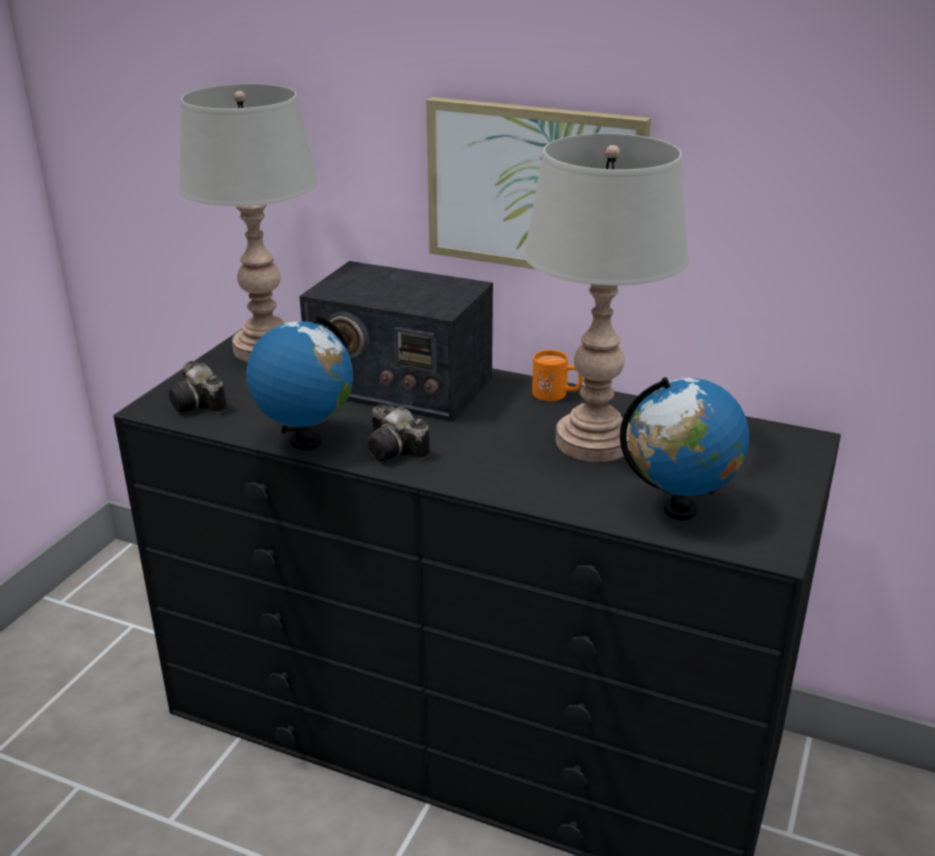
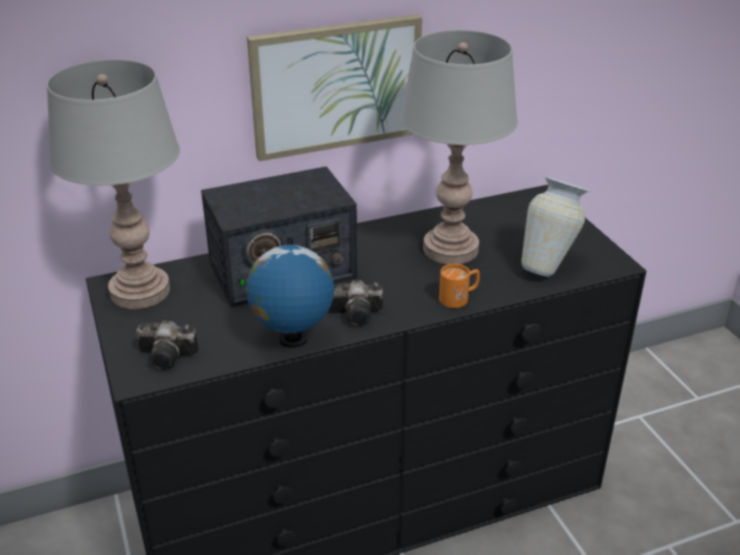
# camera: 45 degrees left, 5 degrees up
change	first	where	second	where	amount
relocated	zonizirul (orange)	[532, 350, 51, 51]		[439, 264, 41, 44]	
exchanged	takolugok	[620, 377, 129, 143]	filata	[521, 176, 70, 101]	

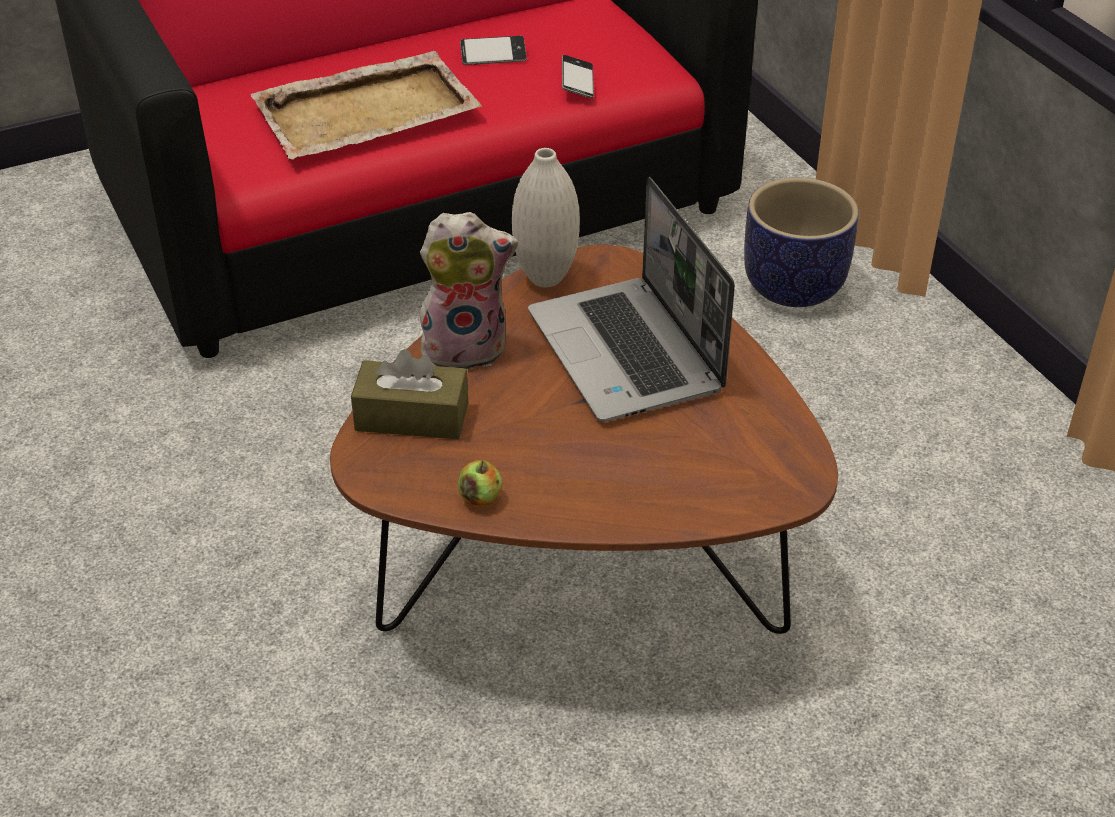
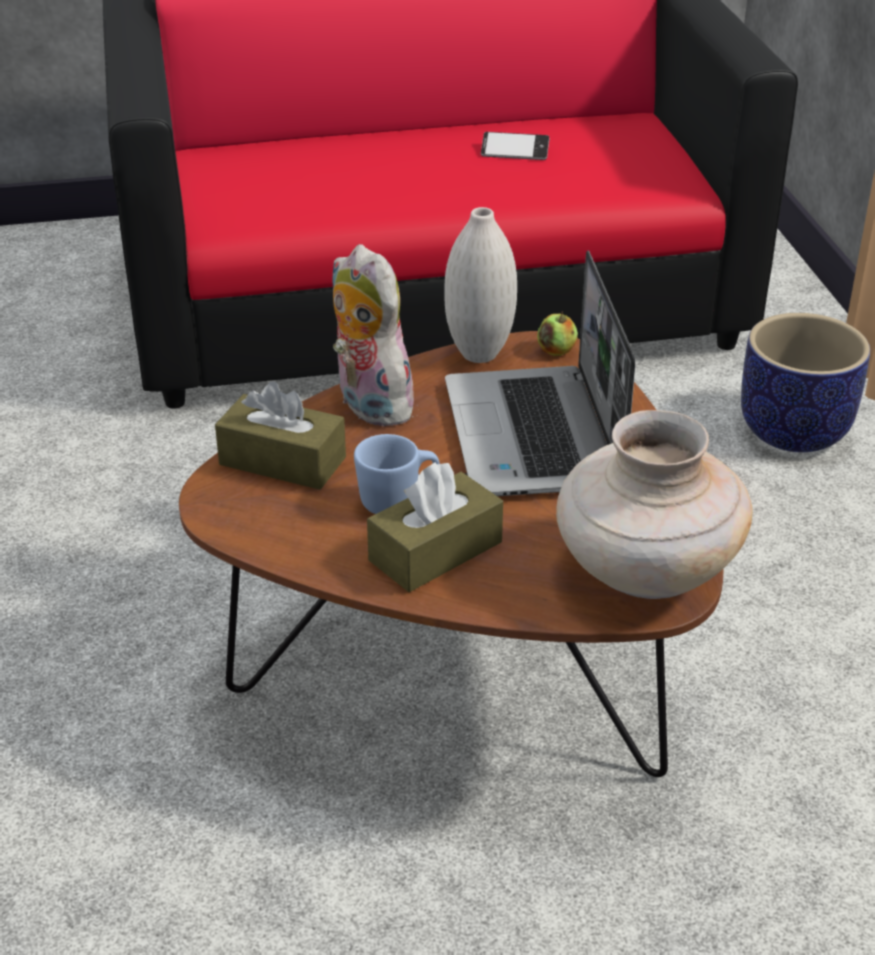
# camera: 15 degrees right, 5 degrees down
change	first	where	second	where	amount
missing	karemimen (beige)	[251, 51, 231, 108]			
missing	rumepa	[562, 55, 32, 43]			
spun	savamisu	[420, 212, 98, 158]		[333, 244, 88, 183]	135 degrees counterclockwise
relocated	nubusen	[458, 460, 44, 47]		[537, 312, 41, 44]	
appeared			filata (beige)	[556, 410, 197, 189]	
appeared			zonizirul (blue)	[354, 434, 86, 80]	
appeared			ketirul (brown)	[367, 462, 136, 130]	

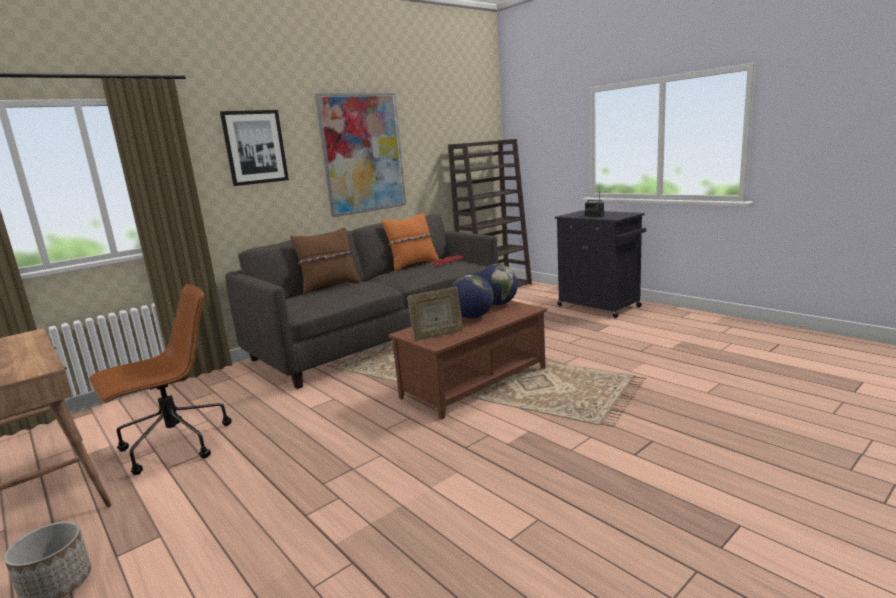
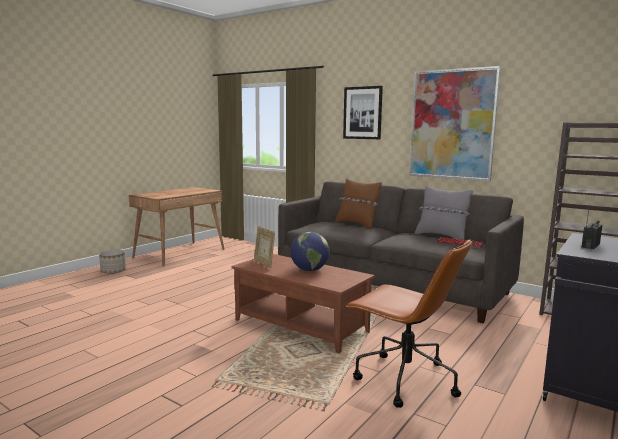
# camera: 75 degrees right, 5 degrees down
change	first	where	second	where	amount
colour	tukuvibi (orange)	[381, 213, 58, 58]	tukuvibi (grey)	[415, 185, 58, 55]	
missing	takolugok	[479, 264, 39, 41]			
relocated	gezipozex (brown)	[89, 284, 143, 191]		[346, 239, 126, 169]	

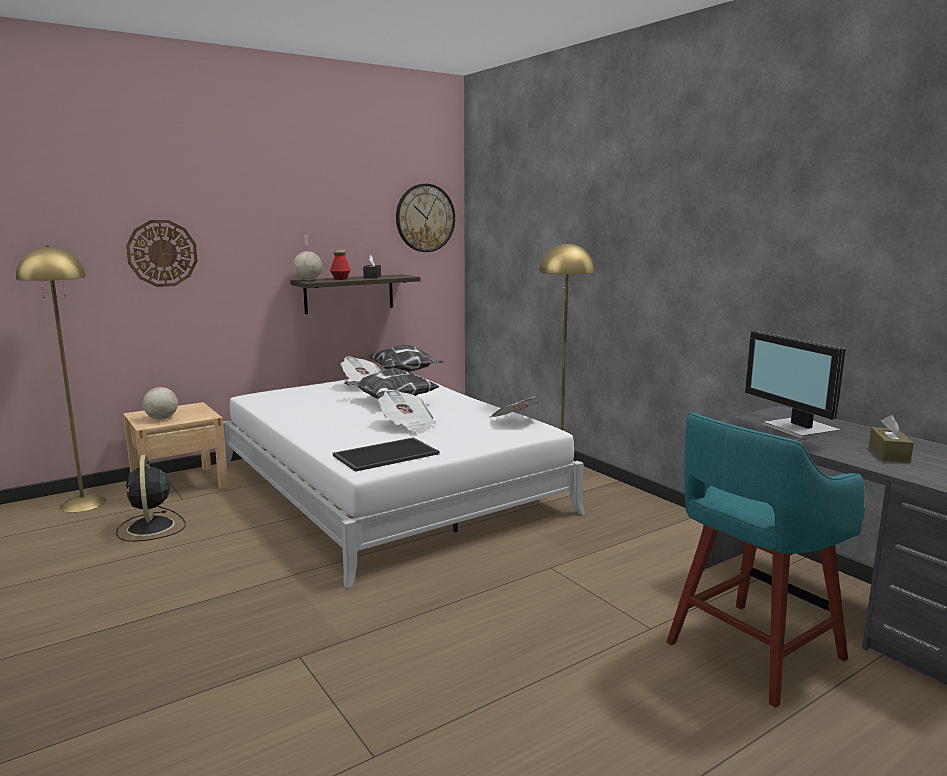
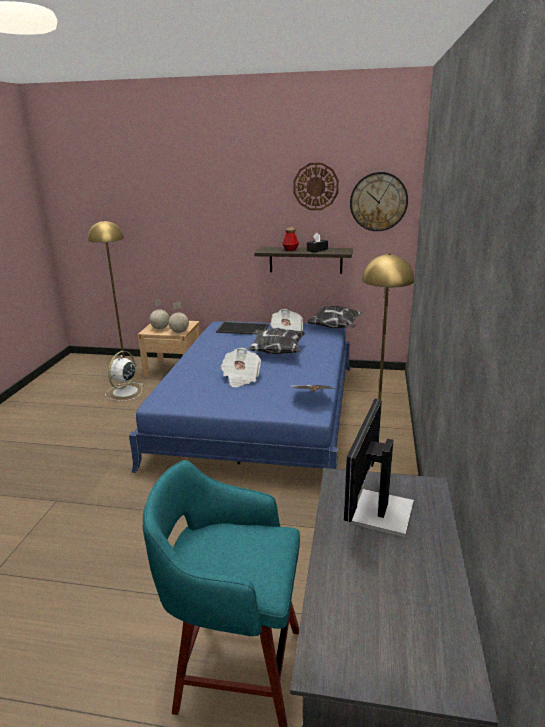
# camera: 45 degrees right, 10 degrees up
change	first	where	second	where	amount
relocated	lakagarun	[126, 220, 72, 67]		[293, 163, 46, 47]	
relocated	takolugok	[293, 235, 29, 45]		[168, 301, 21, 32]	
colour	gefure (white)	[223, 375, 363, 214]	gefure (blue)	[129, 321, 221, 152]	
missing	ketirul (brown)	[869, 415, 45, 48]			
relocated	karemimen	[333, 437, 106, 35]		[216, 322, 53, 13]	
colour	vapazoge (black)	[116, 455, 70, 87]	vapazoge (white)	[106, 351, 37, 50]	

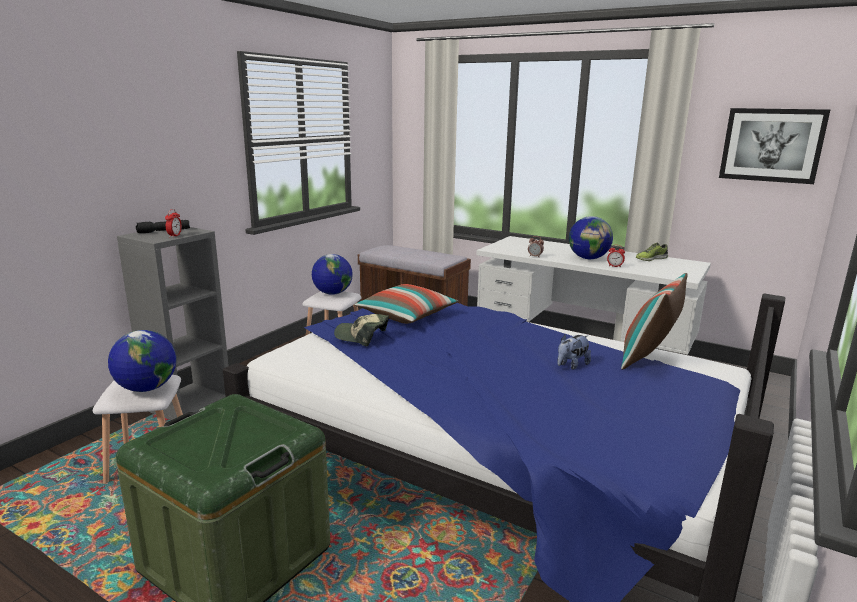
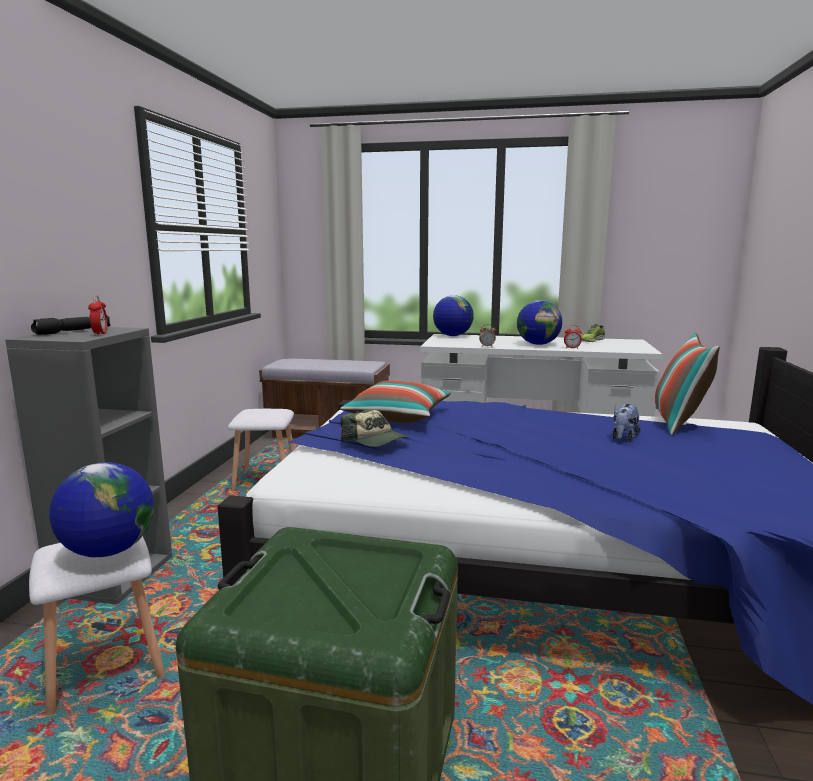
# camera: 20 degrees left, 5 degrees down
change	first	where	second	where	amount
missing	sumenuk	[719, 108, 111, 76]			
relocated	takolugok	[312, 254, 41, 41]		[433, 295, 41, 41]	
spun	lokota	[334, 314, 55, 32]		[340, 409, 70, 38]	135 degrees counterclockwise

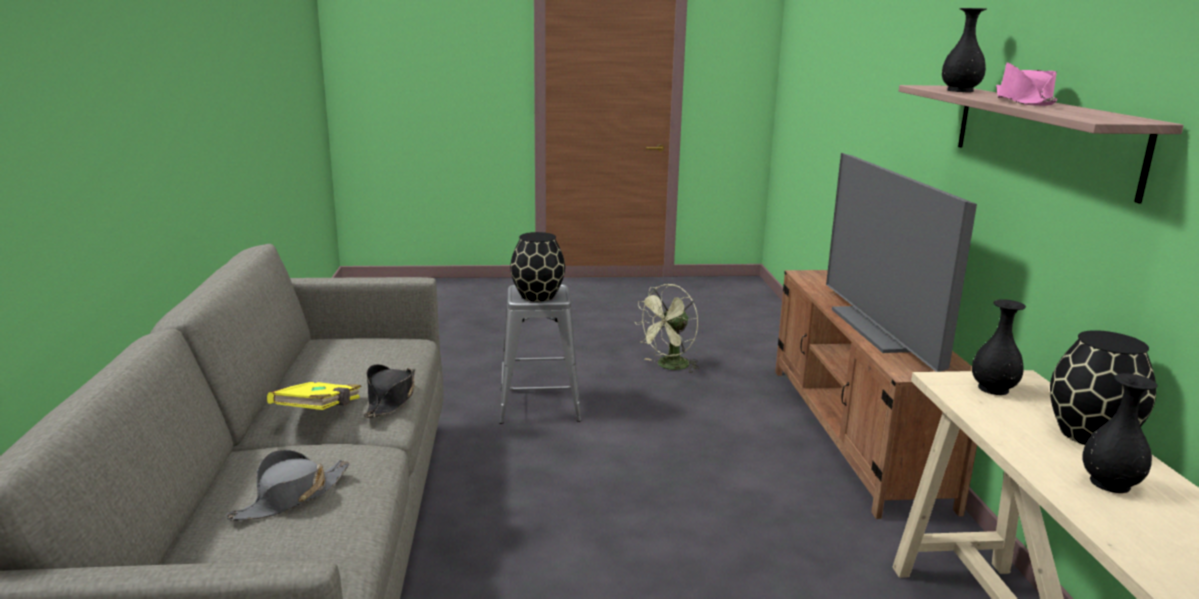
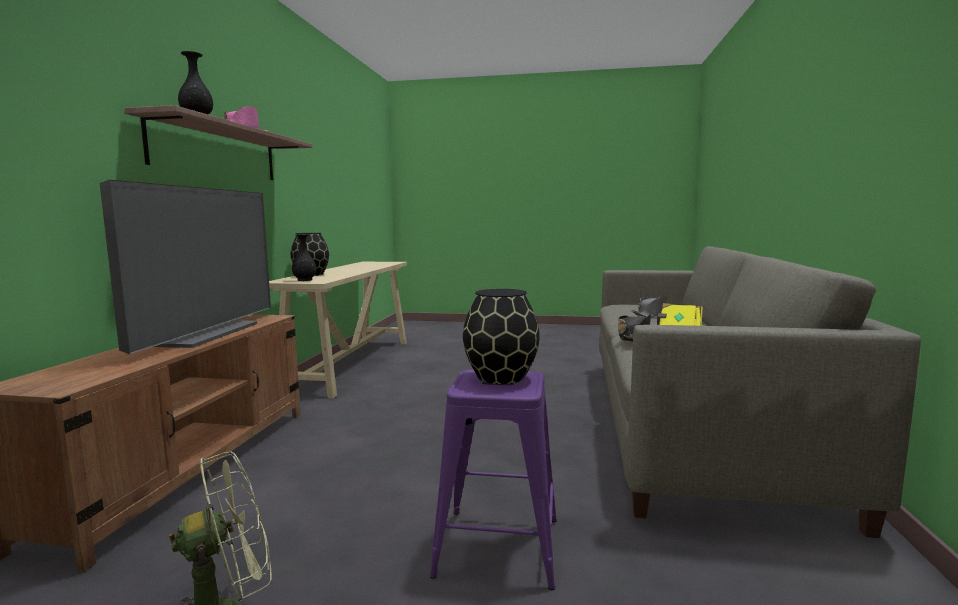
# camera: 165 degrees left, 10 degrees down
change	first	where	second	where	amount
colour	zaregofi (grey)	[499, 284, 82, 140]	zaregofi (purple)	[430, 369, 127, 221]	
missing	filata (black)	[1082, 373, 76, 120]			

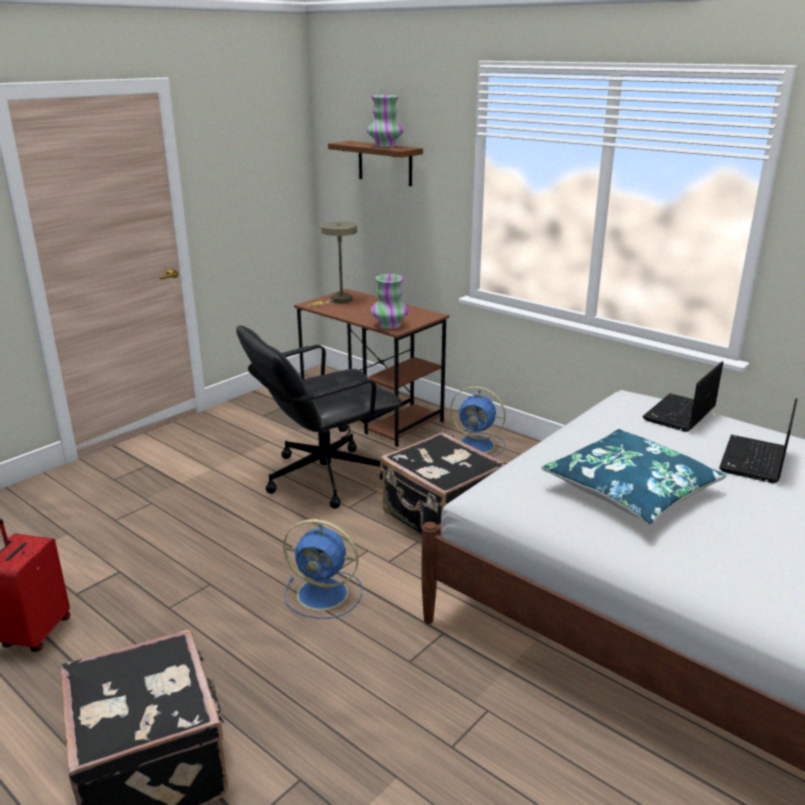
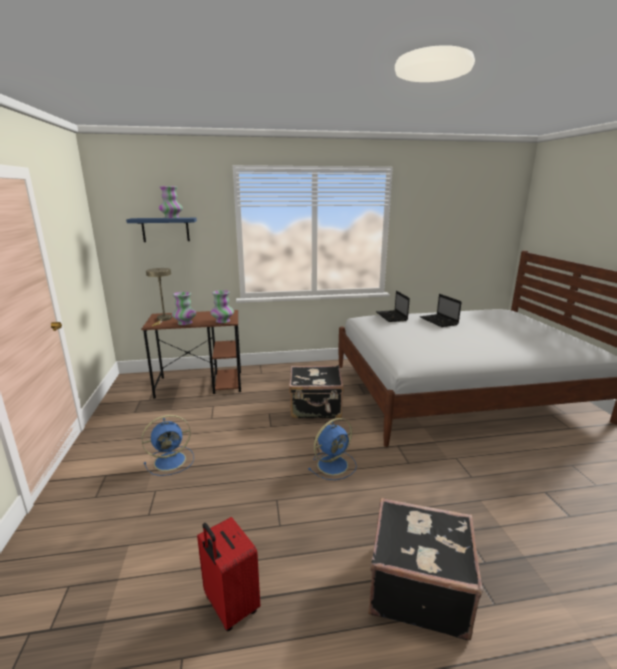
# camera: 50 degrees left, 5 degrees down
change	first	where	second	where	amount
colour	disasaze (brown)	[328, 141, 95, 45]	disasaze (blue)	[126, 218, 71, 24]	
missing	gezipozex (black)	[236, 325, 166, 184]			
relocated	vapazoge (blue)	[450, 386, 56, 71]		[142, 415, 52, 61]	
missing	tukuvibi (blue)	[541, 429, 185, 96]			
appeared			filata	[172, 292, 24, 33]	

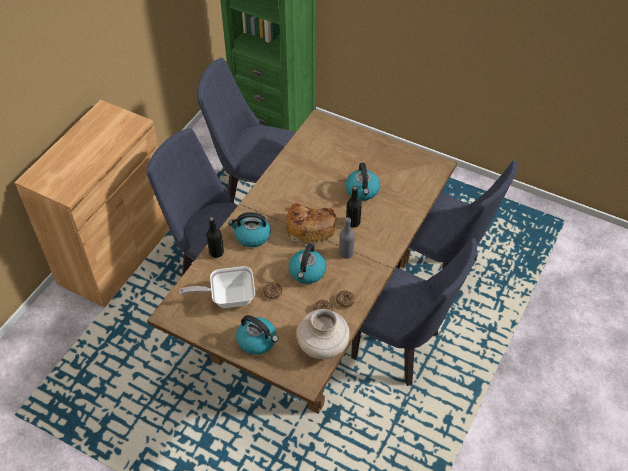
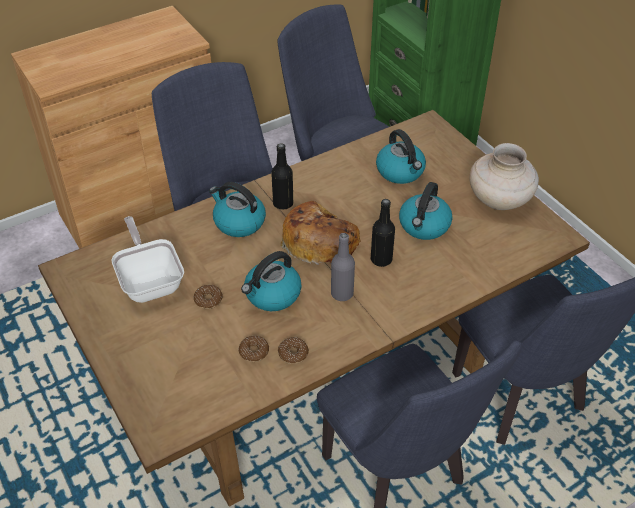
# camera: 30 degrees right, 5 degrees down
change	first	where	second	where	amount
relocated	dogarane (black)	[206, 217, 18, 41]		[271, 143, 22, 67]	
spun	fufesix	[179, 266, 76, 42]		[112, 216, 72, 87]	45 degrees clockwise
relocated	filata (beige)	[296, 309, 54, 50]		[469, 143, 70, 67]	
relocated	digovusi	[236, 315, 42, 40]		[376, 129, 50, 55]	

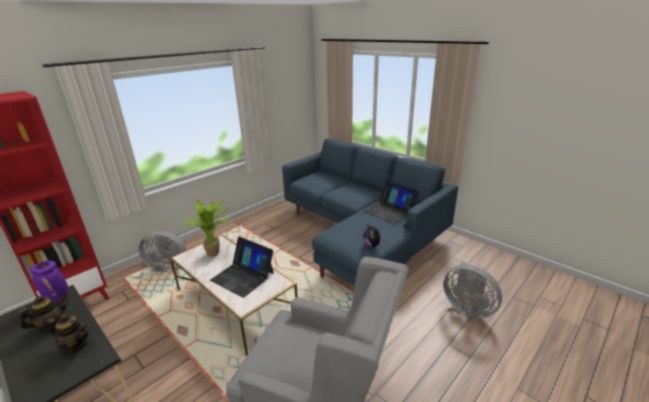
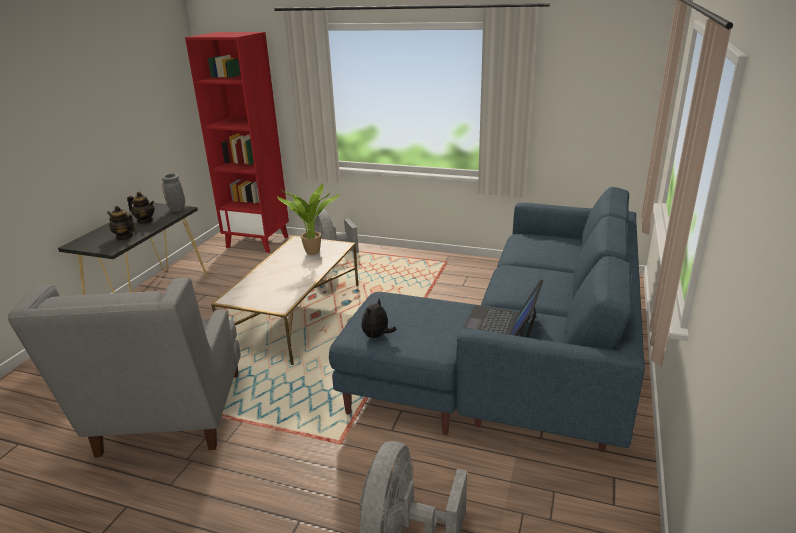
# camera: 65 degrees right, 0 degrees up
change	first	where	second	where	amount
missing	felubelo	[210, 237, 64, 61]			
colour	filata (purple)	[30, 261, 38, 42]	filata (grey)	[162, 174, 23, 38]	
spun	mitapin	[47, 314, 42, 39]		[107, 206, 28, 34]	135 degrees clockwise

